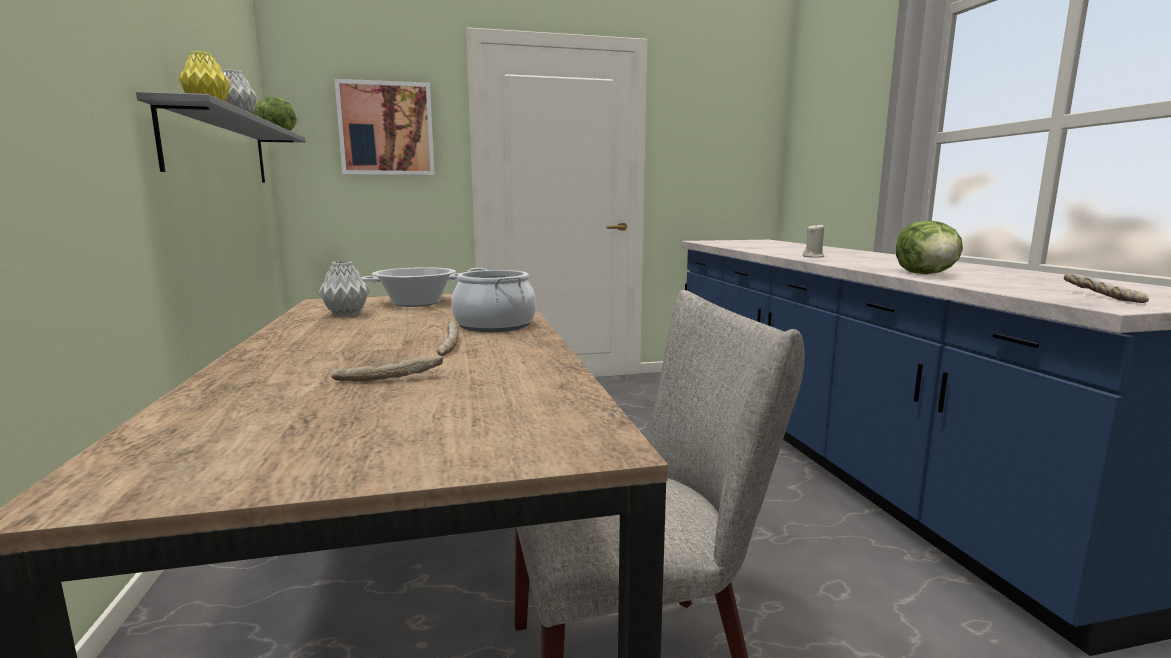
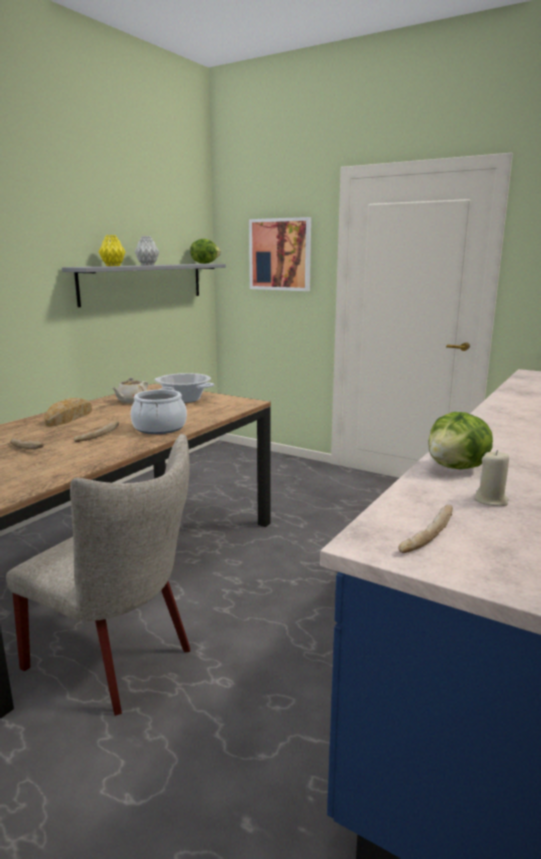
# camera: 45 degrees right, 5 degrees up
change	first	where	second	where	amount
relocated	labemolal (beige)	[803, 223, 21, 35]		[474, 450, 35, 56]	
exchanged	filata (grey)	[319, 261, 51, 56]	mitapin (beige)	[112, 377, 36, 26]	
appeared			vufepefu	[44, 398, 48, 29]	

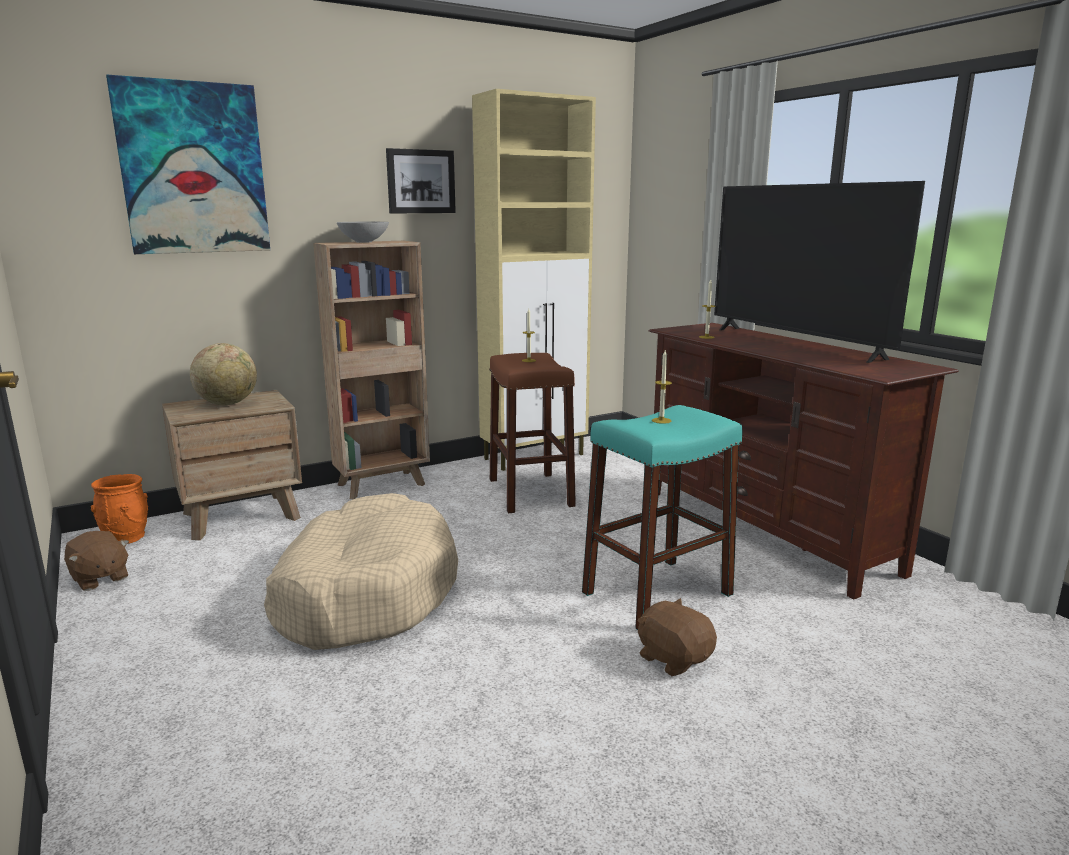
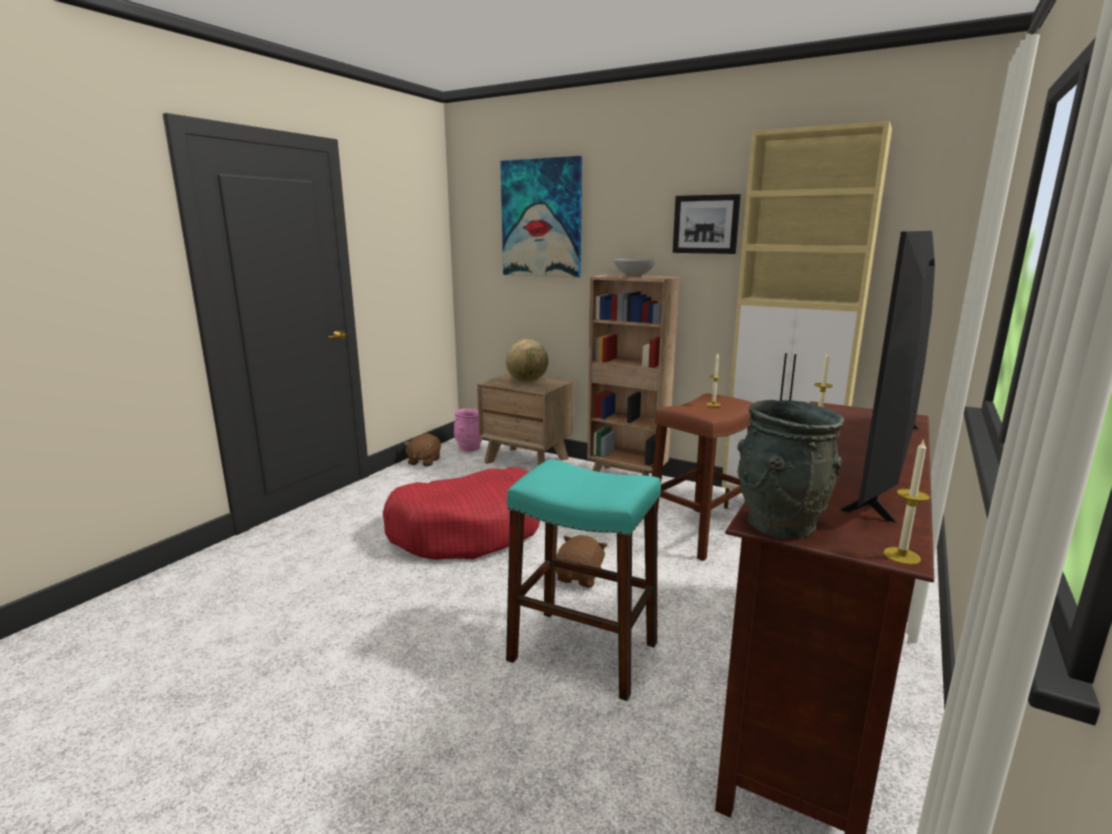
# camera: 60 degrees right, 0 degrees up
change	first	where	second	where	amount
relocated	labemolal	[652, 350, 20, 74]		[883, 439, 47, 126]	
colour	filata (orange)	[91, 474, 57, 70]	filata (pink)	[454, 408, 28, 44]	
colour	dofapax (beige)	[264, 493, 194, 157]	dofapax (red)	[383, 467, 157, 93]	
relocated	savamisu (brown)	[638, 598, 79, 78]		[556, 535, 51, 53]	
appeared			filata (grey)	[737, 400, 107, 138]	

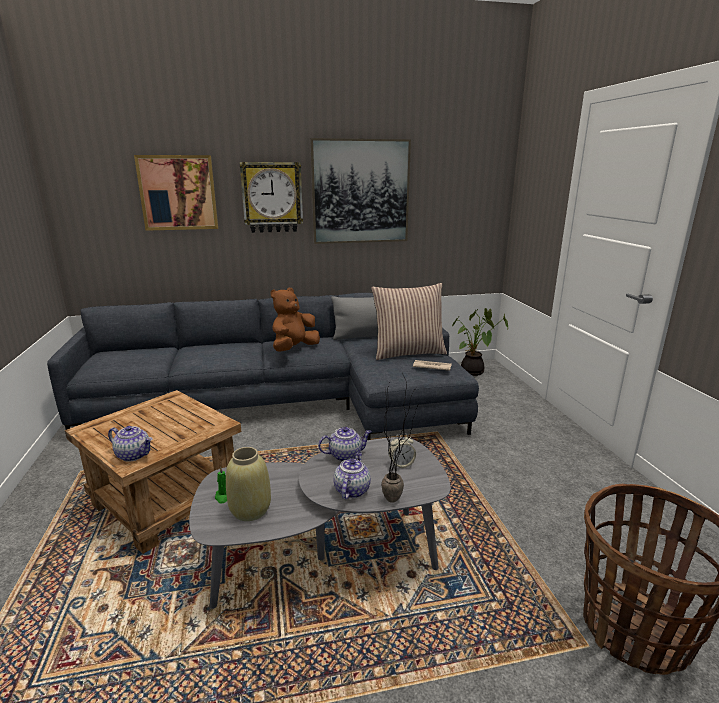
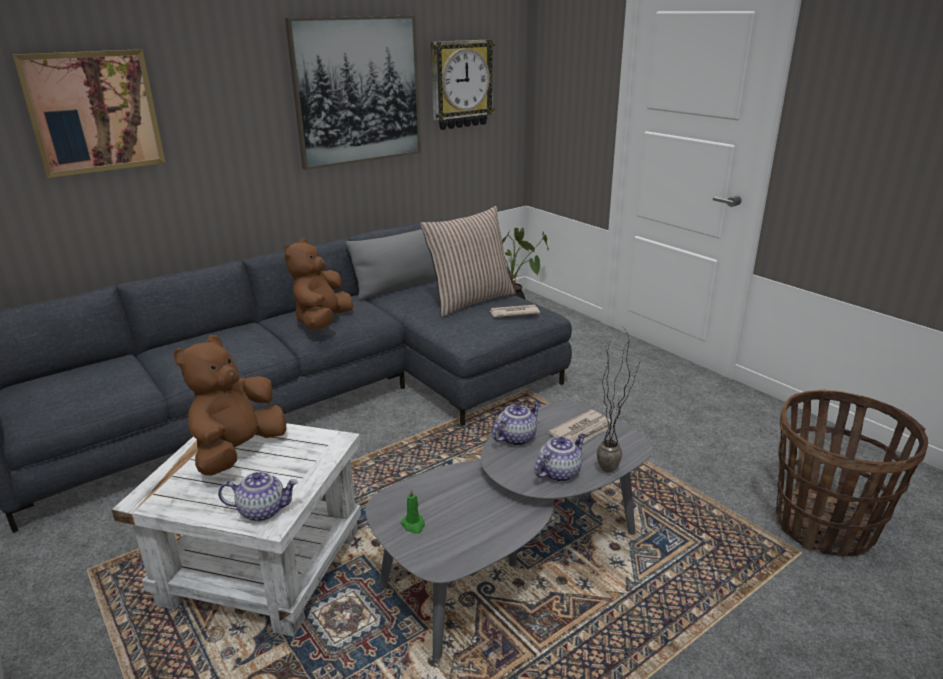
# camera: 25 degrees left, 5 degrees up
change	first	where	second	where	amount
relocated	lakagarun	[240, 162, 63, 71]		[431, 39, 64, 91]	
colour	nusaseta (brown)	[65, 390, 176, 164]	nusaseta (white)	[112, 423, 249, 214]	
exchanged	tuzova	[388, 433, 28, 35]	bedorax	[548, 410, 65, 34]	
missing	filata (beige)	[226, 447, 45, 74]			
spun	mitapin	[333, 452, 38, 47]		[534, 433, 52, 49]	60 degrees clockwise
appeared			savamisu (brown)	[173, 335, 113, 141]	

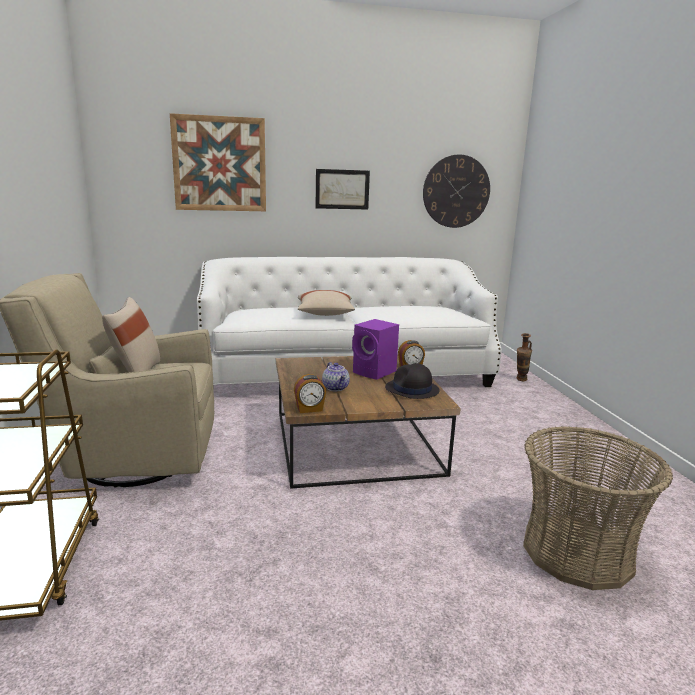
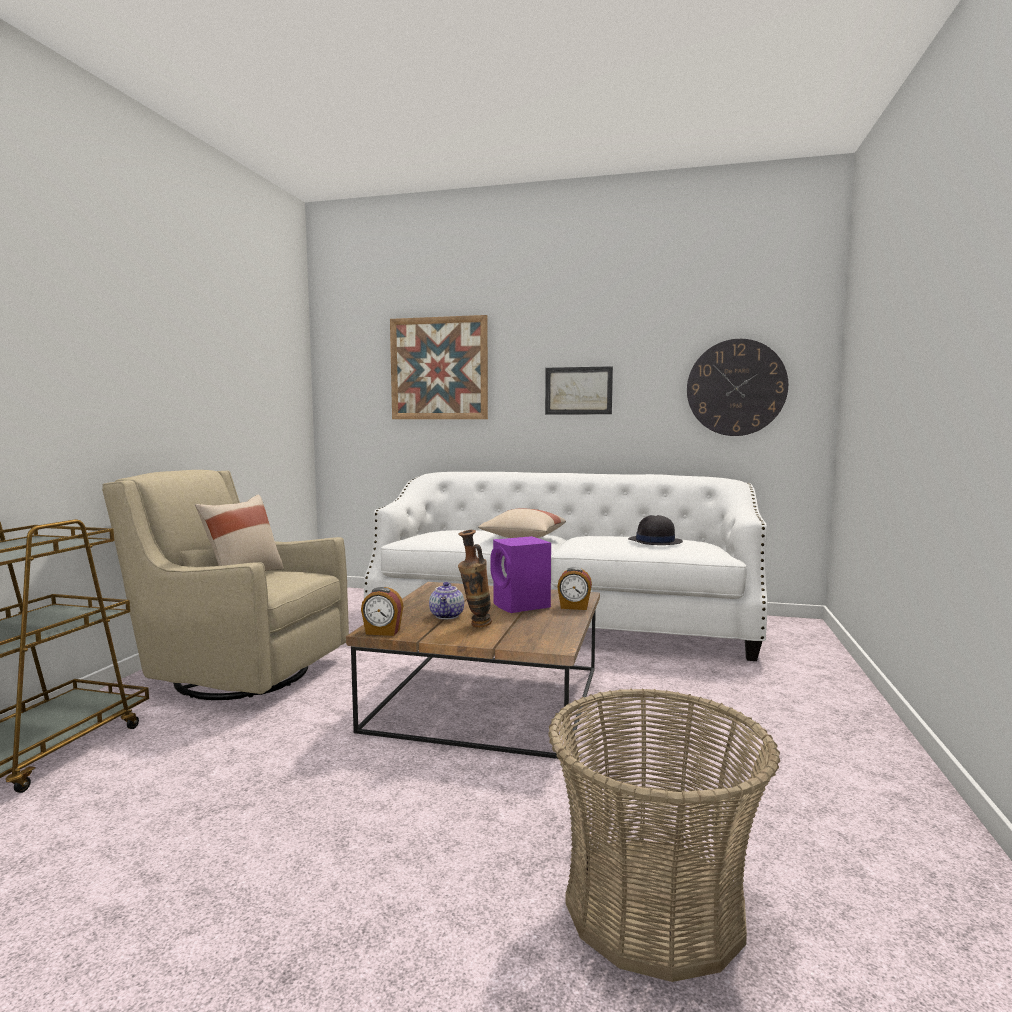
# camera: 25 degrees right, 10 degrees down
change	first	where	second	where	amount
relocated	filata	[517, 333, 15, 48]		[458, 530, 34, 97]	
relocated	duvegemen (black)	[385, 363, 55, 36]		[628, 515, 55, 30]	

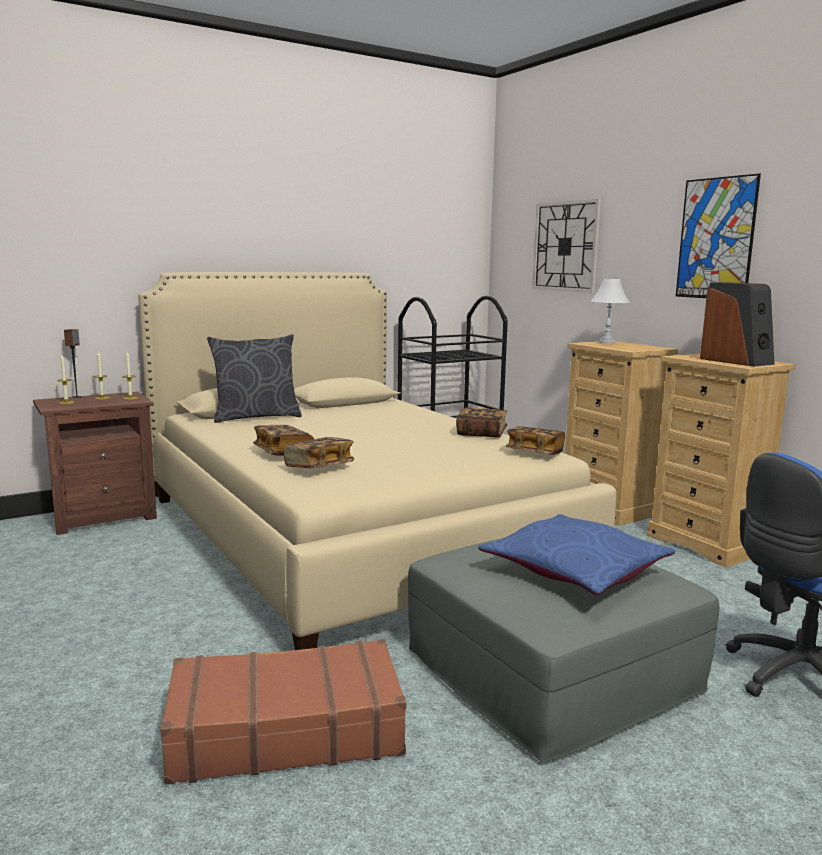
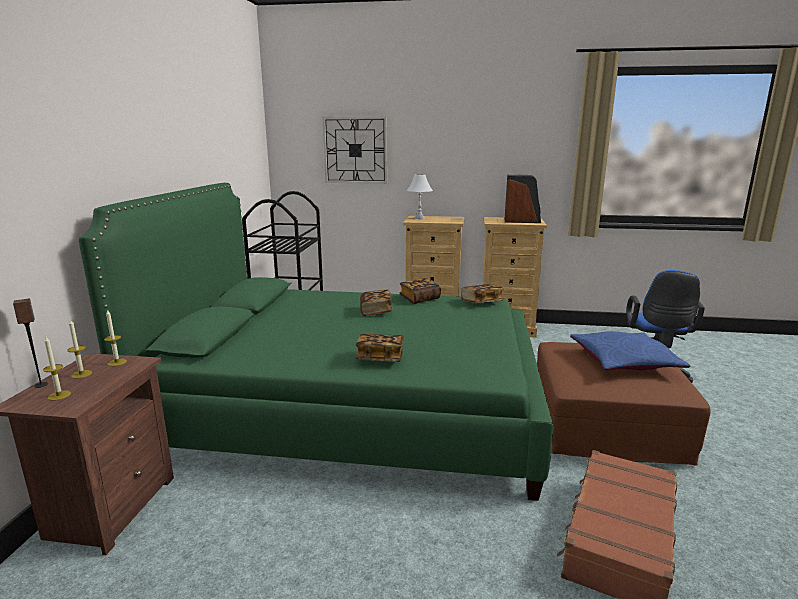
# camera: 50 degrees left, 5 degrees up
change	first	where	second	where	amount
missing	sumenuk	[676, 173, 85, 125]			
colour	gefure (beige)	[138, 272, 478, 378]	gefure (green)	[79, 183, 474, 318]	
missing	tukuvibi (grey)	[207, 334, 95, 89]			
relocated	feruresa	[283, 437, 71, 31]		[360, 290, 32, 26]	
colour	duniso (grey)	[408, 538, 311, 225]	duniso (brown)	[537, 342, 174, 124]	

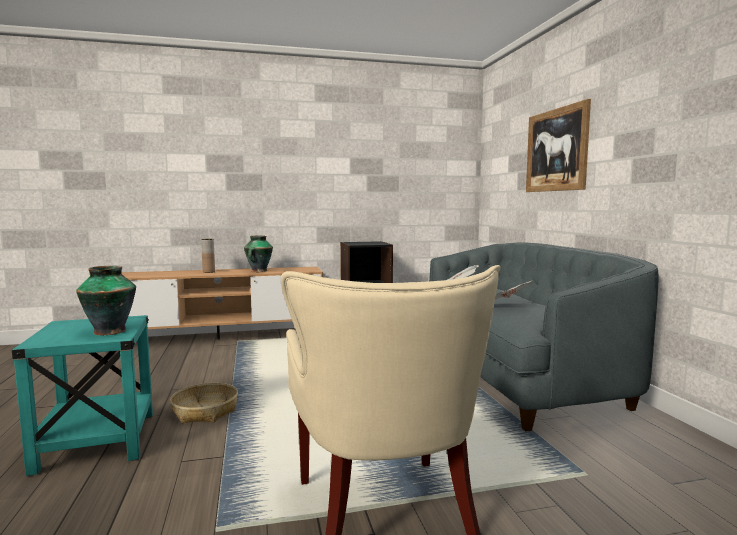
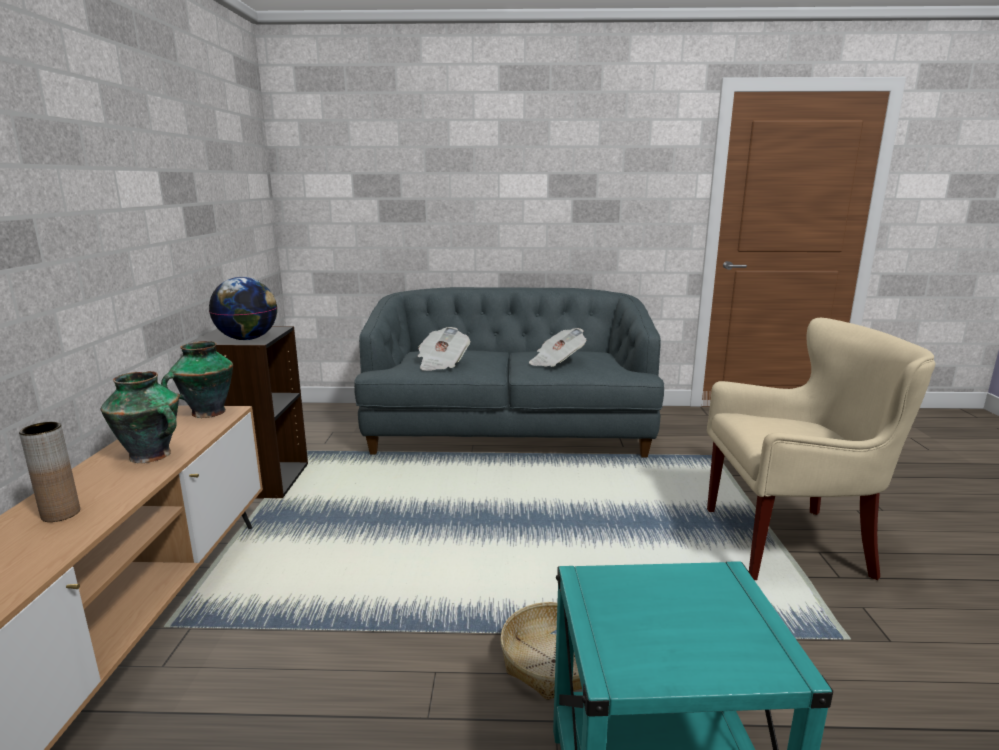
# camera: 75 degrees left, 10 degrees up
change	first	where	second	where	amount
missing	sumenuk	[526, 99, 65, 93]			
relocated	filata	[76, 266, 60, 69]		[161, 341, 72, 77]	
appeared			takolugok	[209, 277, 68, 63]	

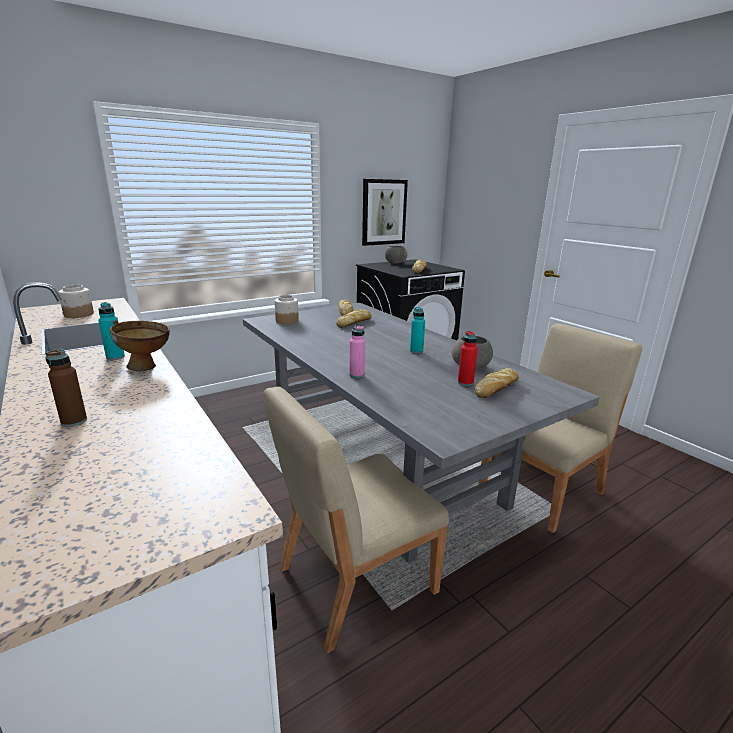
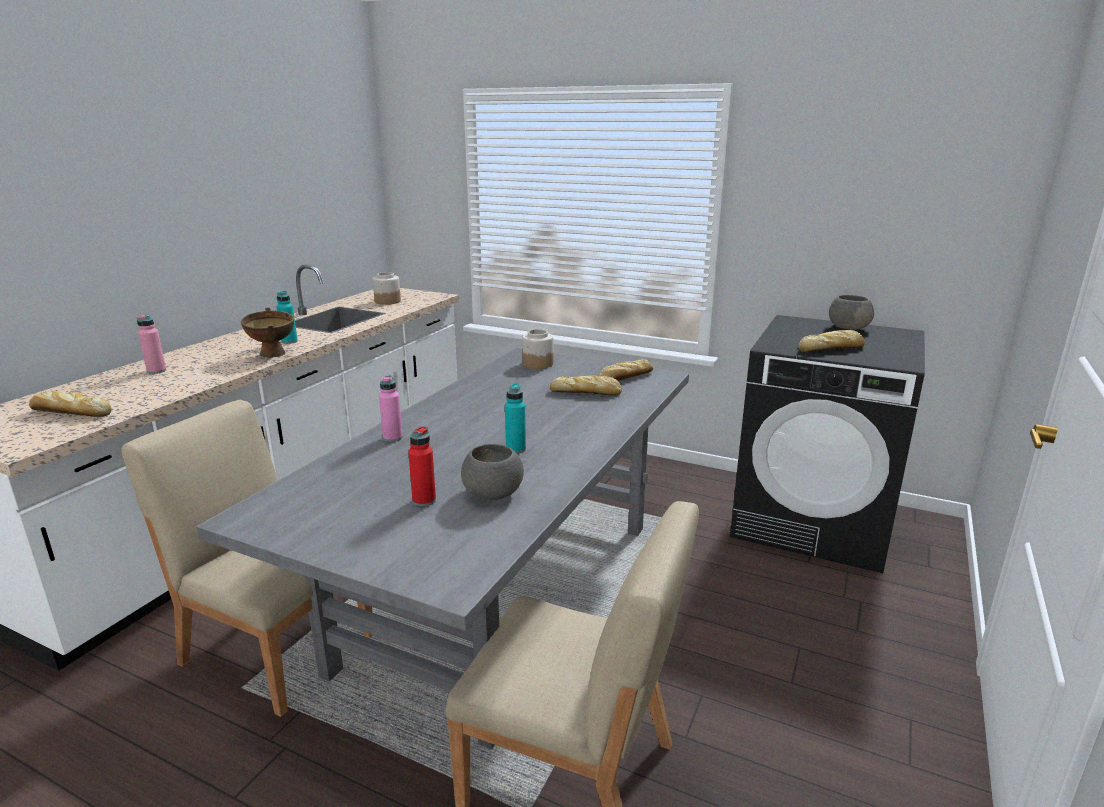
# camera: 60 degrees right, 0 degrees up
change	first	where	second	where	amount
missing	sumenuk	[362, 179, 46, 67]			
colour	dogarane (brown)	[45, 349, 42, 78]	dogarane (pink)	[137, 314, 29, 60]	
relocated	vufepefu	[475, 368, 44, 30]		[29, 391, 83, 26]	

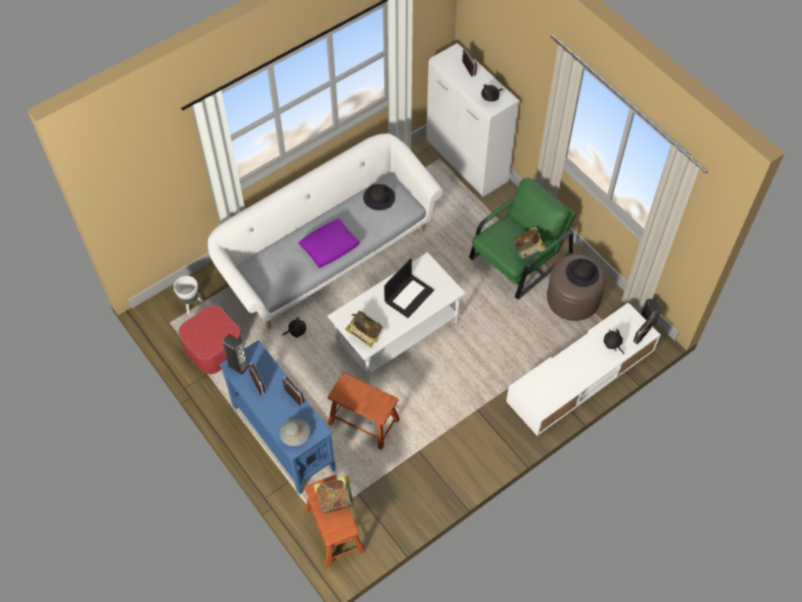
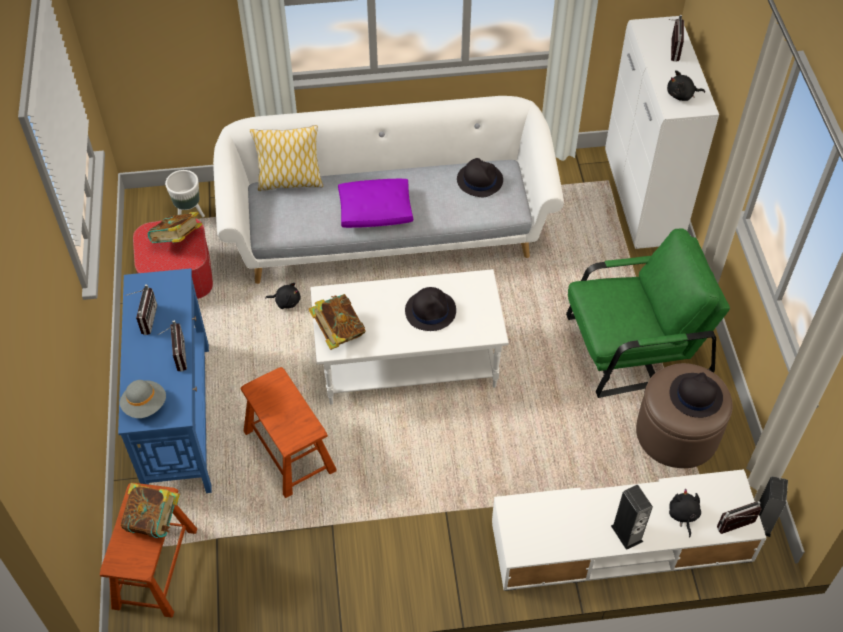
# camera: 30 degrees right, 5 degrees down
change	first	where	second	where	amount
relocated	feruresa	[513, 226, 33, 33]		[148, 212, 54, 31]	
exchanged	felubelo	[384, 258, 50, 60]	duvegemen (black)	[405, 287, 51, 44]	
relocated	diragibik	[222, 334, 27, 41]		[611, 485, 42, 65]	
appeared			tukuvibi	[250, 125, 73, 66]	

